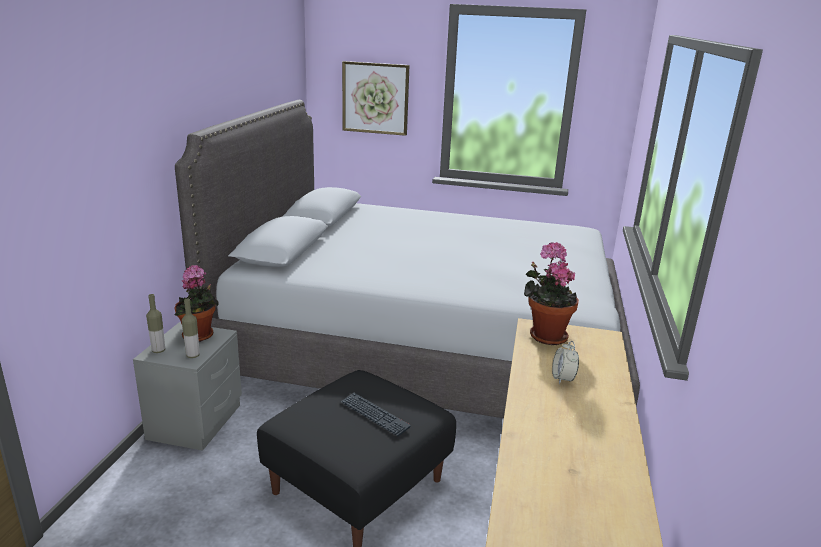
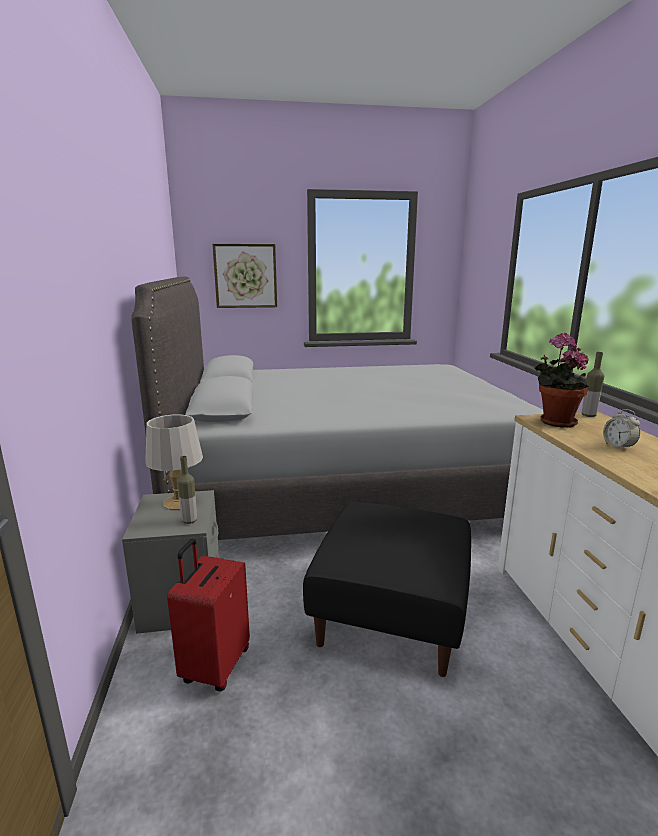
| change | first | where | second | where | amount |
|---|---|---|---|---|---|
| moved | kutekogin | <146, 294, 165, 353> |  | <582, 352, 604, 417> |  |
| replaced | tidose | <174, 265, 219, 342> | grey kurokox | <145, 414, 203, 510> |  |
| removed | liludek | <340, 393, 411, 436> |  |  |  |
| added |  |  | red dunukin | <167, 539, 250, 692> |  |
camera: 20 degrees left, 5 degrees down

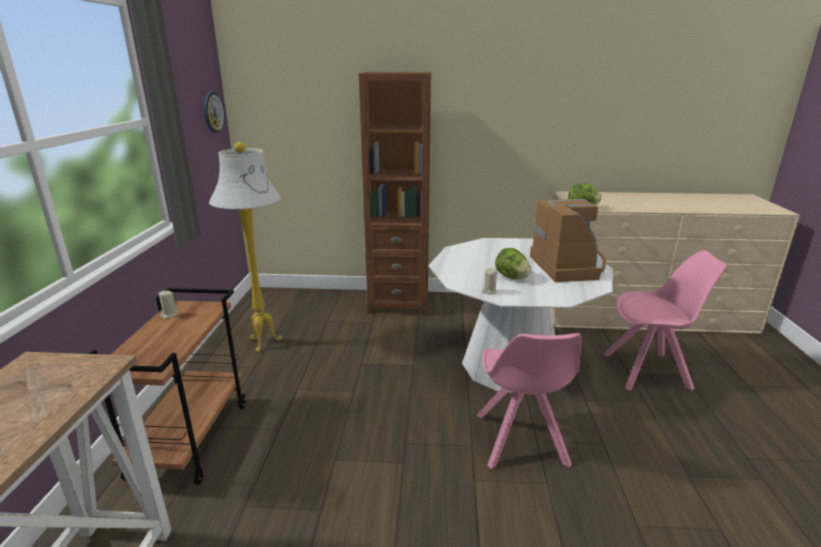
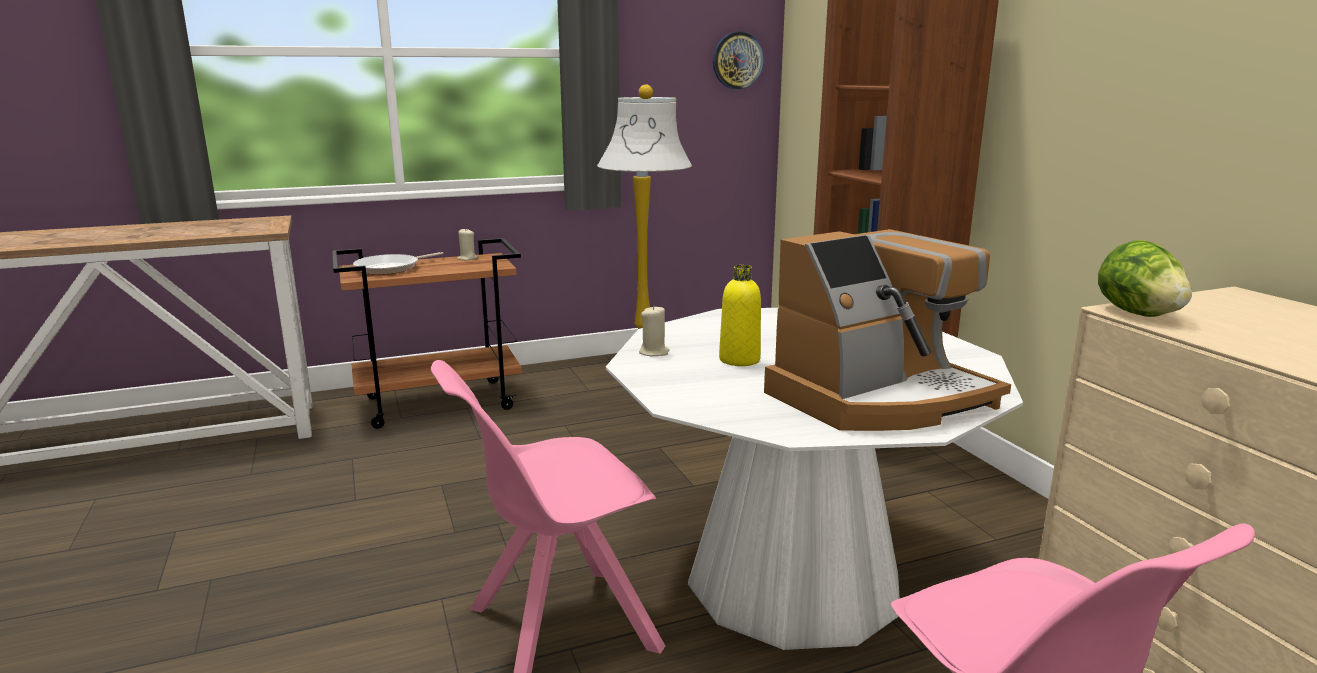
| change | first | where | second | where | amount |
|---|---|---|---|---|---|
| replaced | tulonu | <495, 248, 532, 279> | yellow kutekogin | <719, 265, 761, 366> |  |
| added |  |  | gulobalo | <353, 252, 444, 275> |  |
camera: 65 degrees right, 5 degrees down

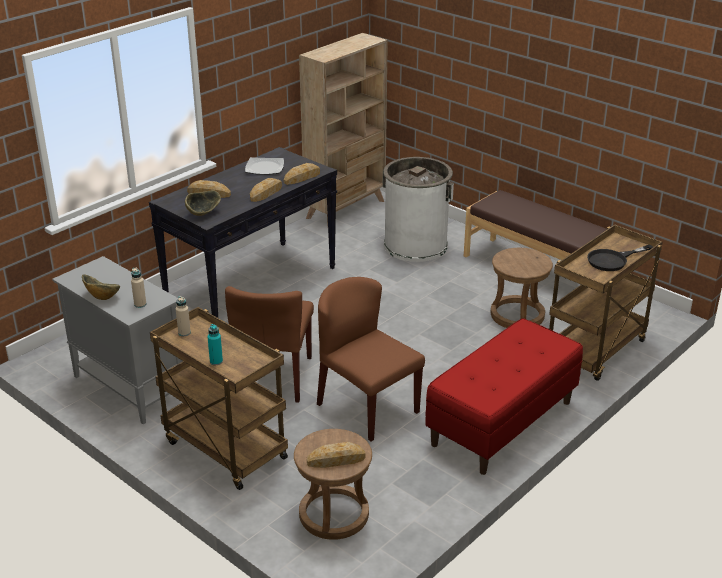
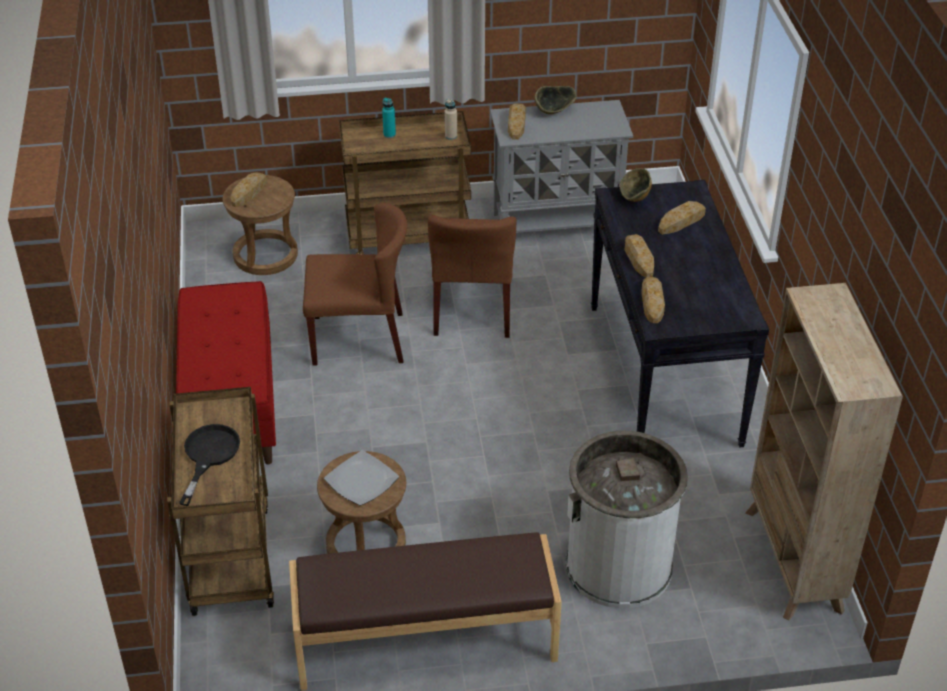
| change | first | where | second | where | amount |
|---|---|---|---|---|---|
| replaced | beige kutekogin | <131, 268, 146, 308> | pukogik | <508, 104, 526, 140> |  |
| turned | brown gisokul | <225, 286, 314, 403> |  | <428, 215, 517, 338> | 135 degrees counterclockwise |
| moved | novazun | <245, 157, 284, 175> |  | <324, 450, 399, 506> |  |
camera: 130 degrees right, 10 degrees up

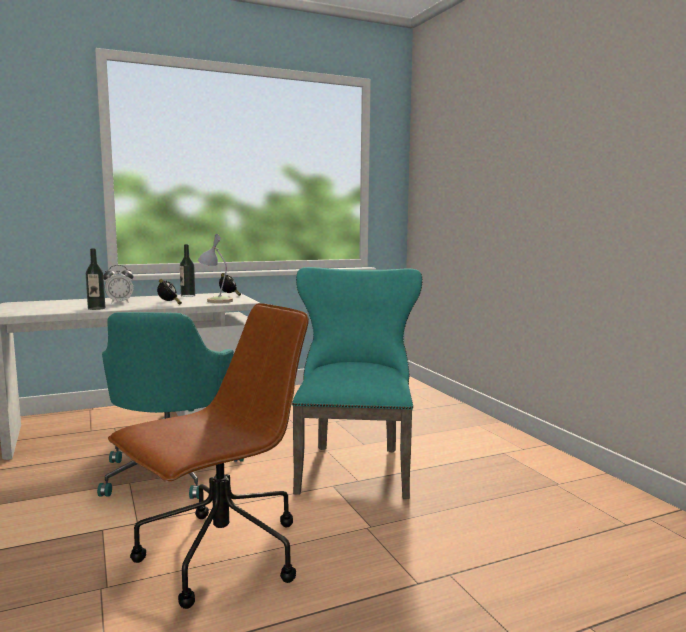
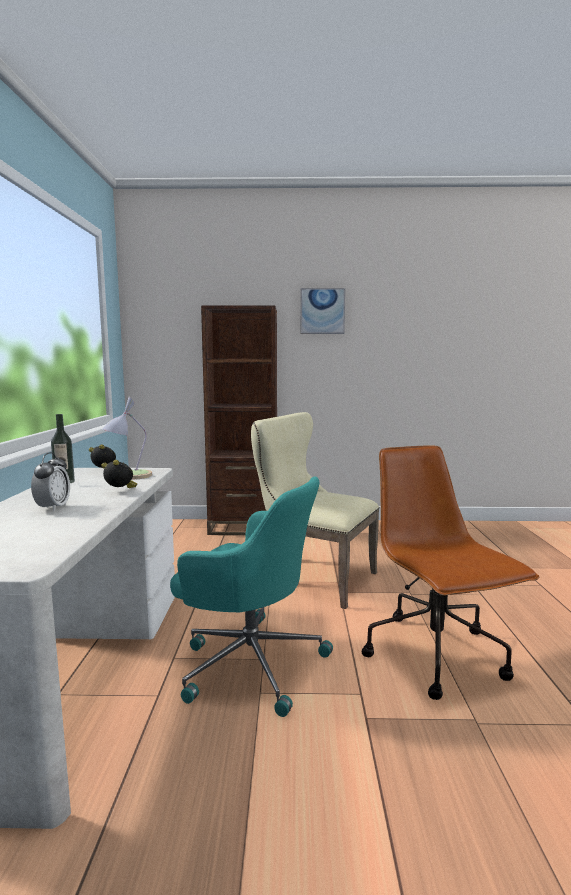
| change | first | where | second | where | amount |
|---|---|---|---|---|---|
| removed | kutekogin | <86, 249, 105, 310> |  |  |  |
| recoloured | turquoise gisokul | <292, 267, 422, 499> | beige gisokul | <251, 412, 380, 609> |  |
| added |  |  | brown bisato | <201, 305, 277, 535> |  |
| added |  |  | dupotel | <300, 288, 345, 334> |  |
camera: 65 degrees left, 0 degrees up

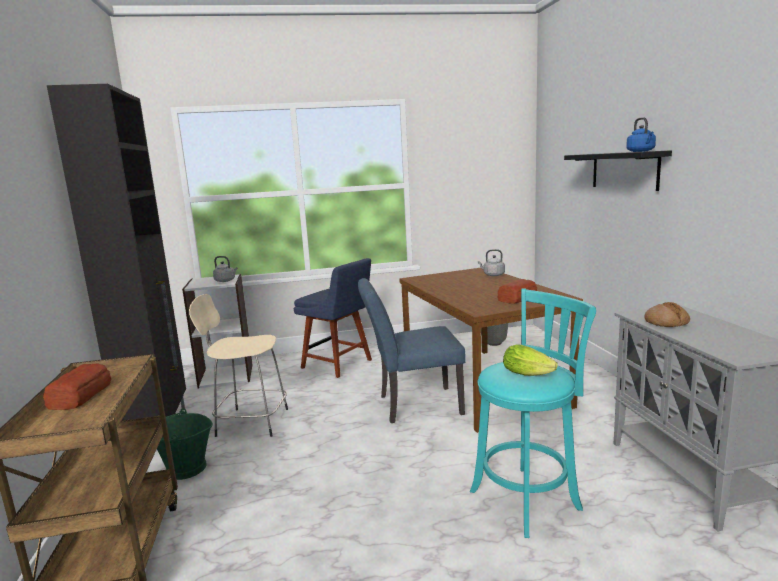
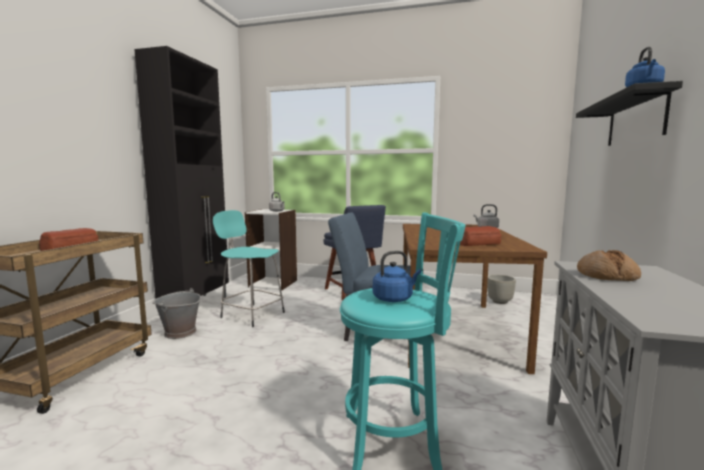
| change | first | where | second | where | amount |
|---|---|---|---|---|---|
| recoloured | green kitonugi | <157, 408, 213, 480> | grey kitonugi | <153, 288, 201, 339> |  |
| recoloured | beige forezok | <189, 294, 288, 437> | turquoise forezok | <213, 210, 285, 327> |  |
| replaced | tulonu | <503, 344, 558, 376> | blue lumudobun | <373, 251, 421, 302> |  |
camera: 25 degrees right, 5 degrees down

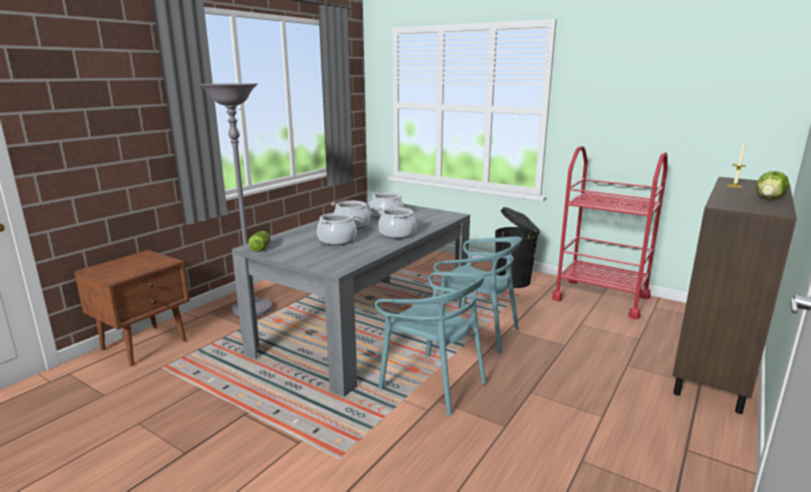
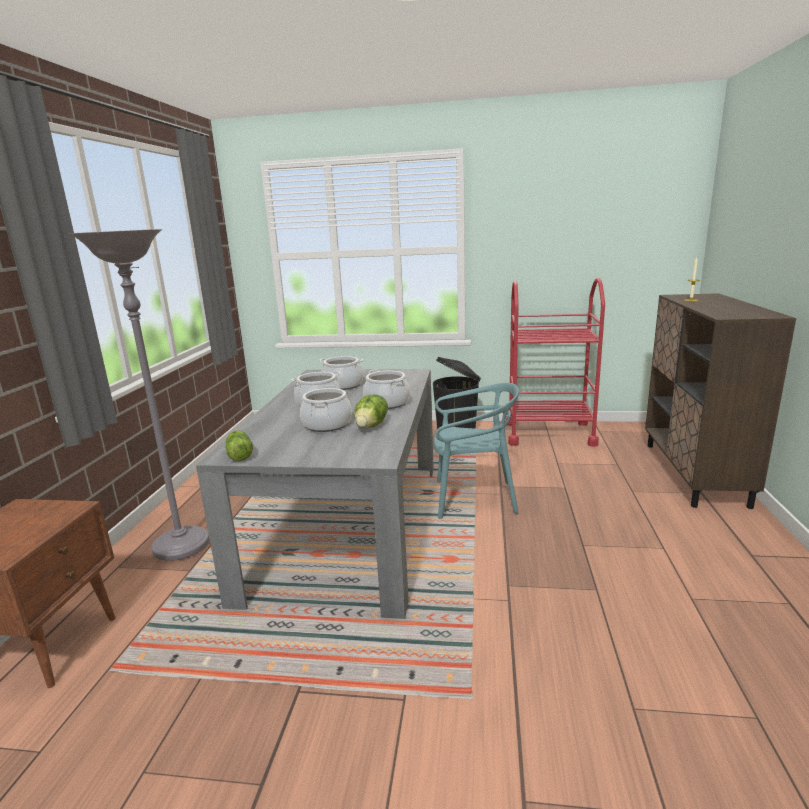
| change | first | where | second | where | amount |
|---|---|---|---|---|---|
| removed | turquoise gisokul | <375, 271, 486, 416> |  |  |  |
| moved | tulonu | <756, 171, 789, 199> |  | <354, 395, 388, 428> |  |
camera: 25 degrees left, 0 degrees up

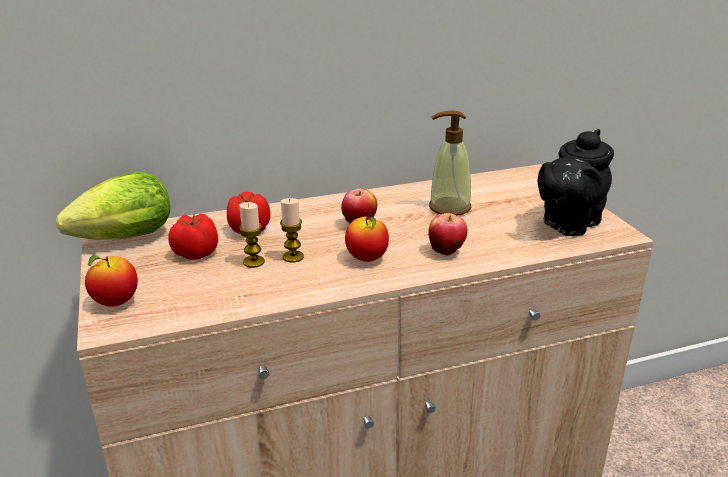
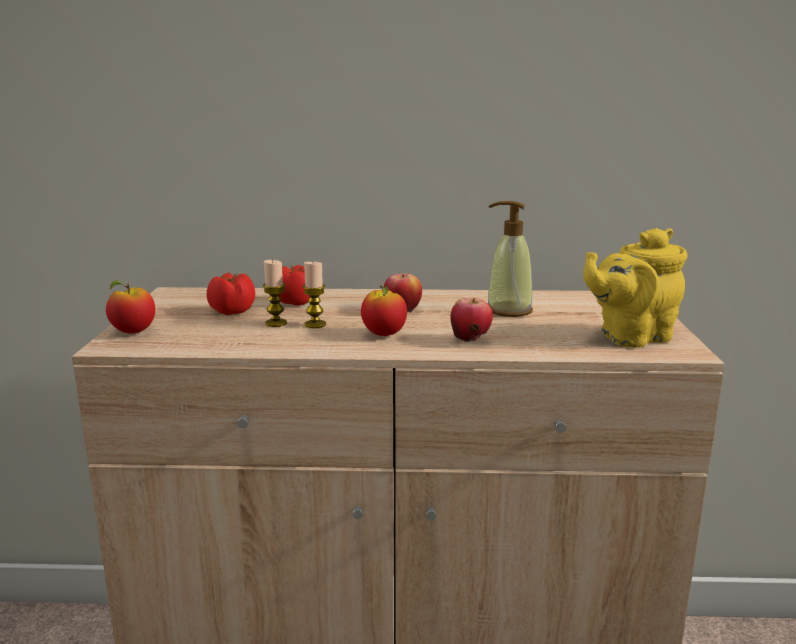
| change | first | where | second | where | amount |
|---|---|---|---|---|---|
| removed | tulonu | <56, 172, 170, 240> |  |  |  |
| recoloured | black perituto | <538, 129, 614, 236> | yellow perituto | <583, 228, 687, 348> |  |
camera: 20 degrees right, 10 degrees down

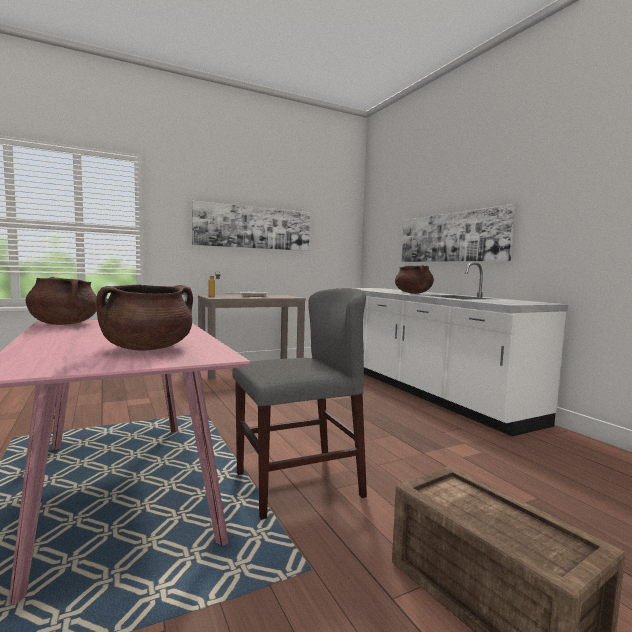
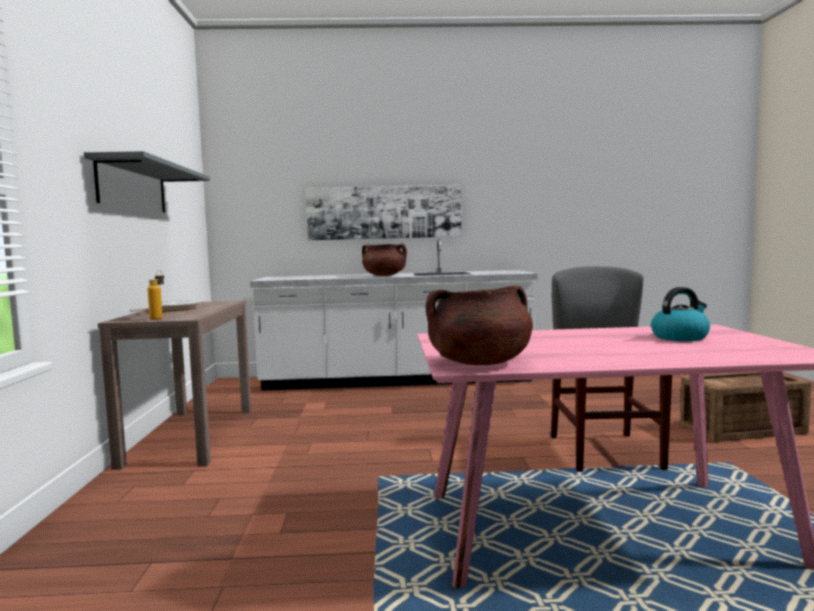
| change | first | where | second | where | amount |
|---|---|---|---|---|---|
| replaced | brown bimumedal | <96, 285, 193, 350> | lumudobun | <651, 287, 710, 341> |  |
| replaced | dupotel | <192, 201, 310, 251> | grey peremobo | <84, 151, 210, 212> |  |
camera: 65 degrees left, 0 degrees up

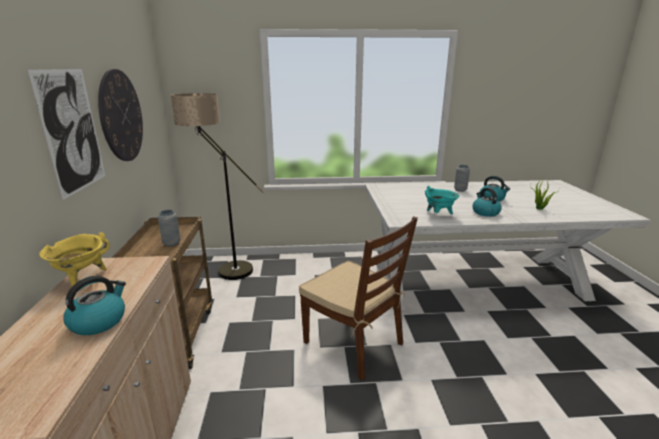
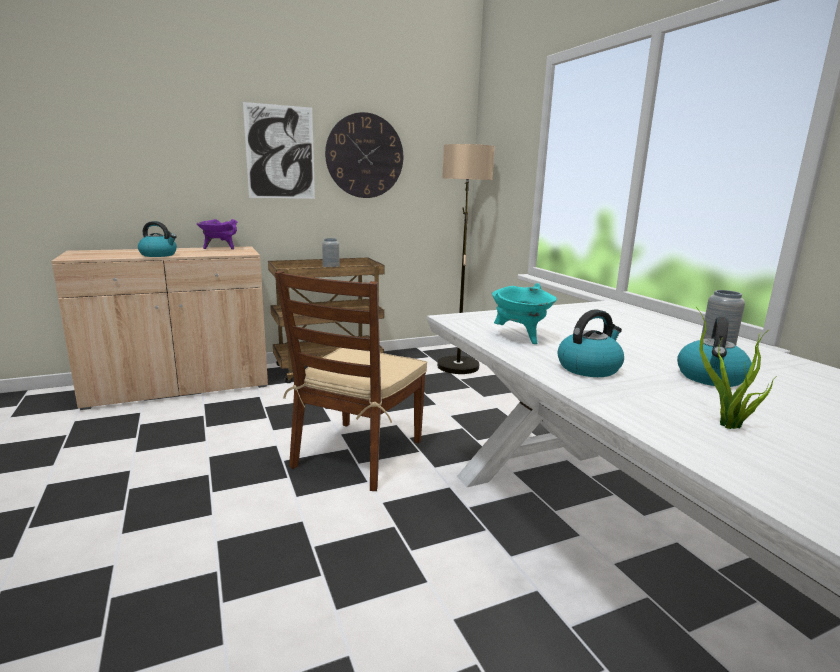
| change | first | where | second | where | amount |
|---|---|---|---|---|---|
| recoloured | yellow bimumedal | <39, 232, 110, 286> | purple bimumedal | <197, 219, 237, 250> |  |
camera: 70 degrees right, 5 degrees down

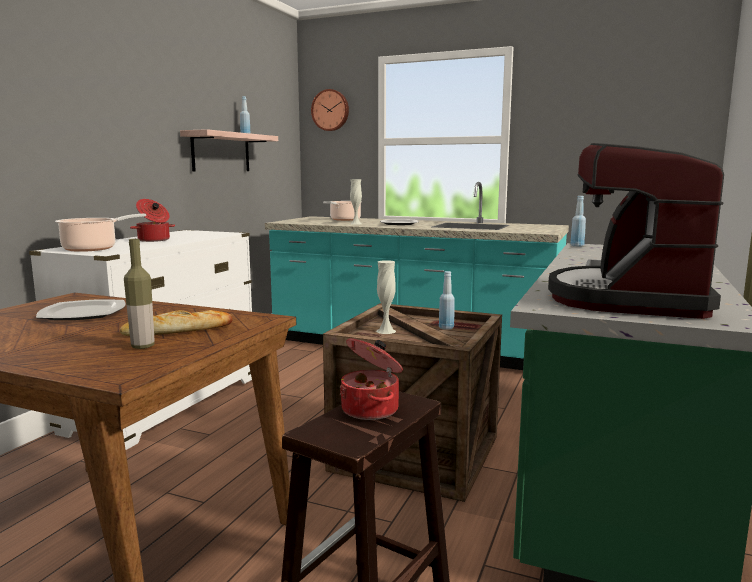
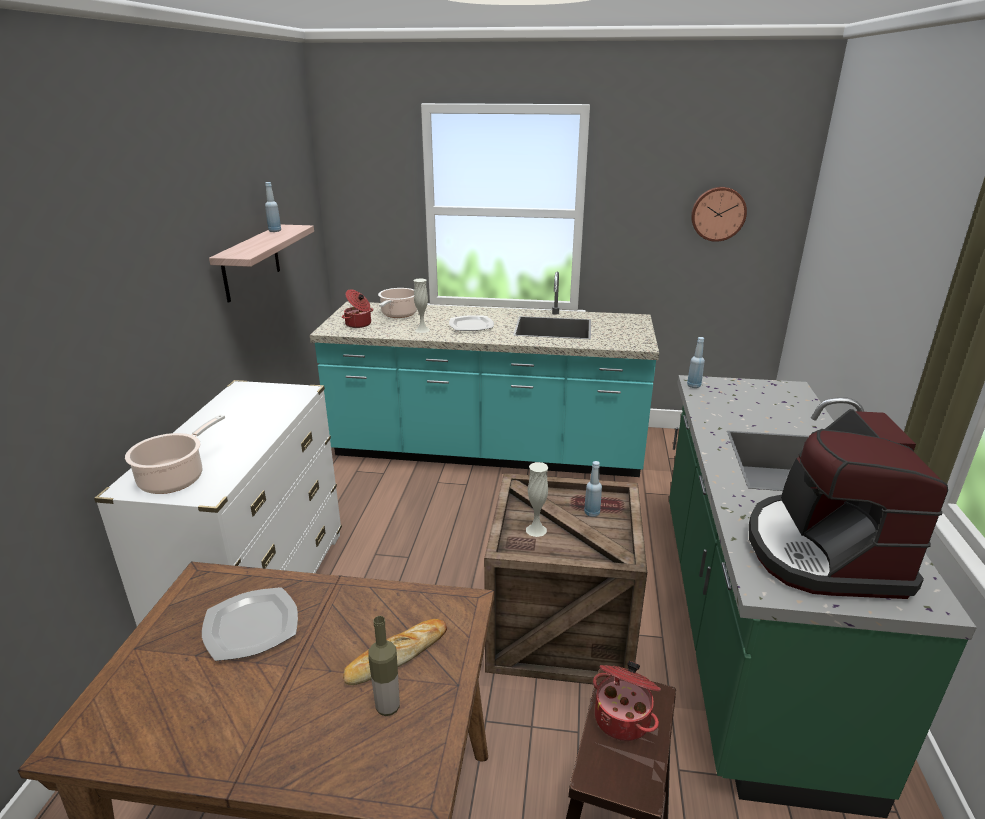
| change | first | where | second | where | amount |
|---|---|---|---|---|---|
| moved | bimumedal | <130, 199, 175, 242> |  | <342, 289, 373, 328> |  |
| moved | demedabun | <311, 89, 349, 131> |  | <691, 187, 747, 242> |  |
camera: 15 degrees left, 15 degrees up

